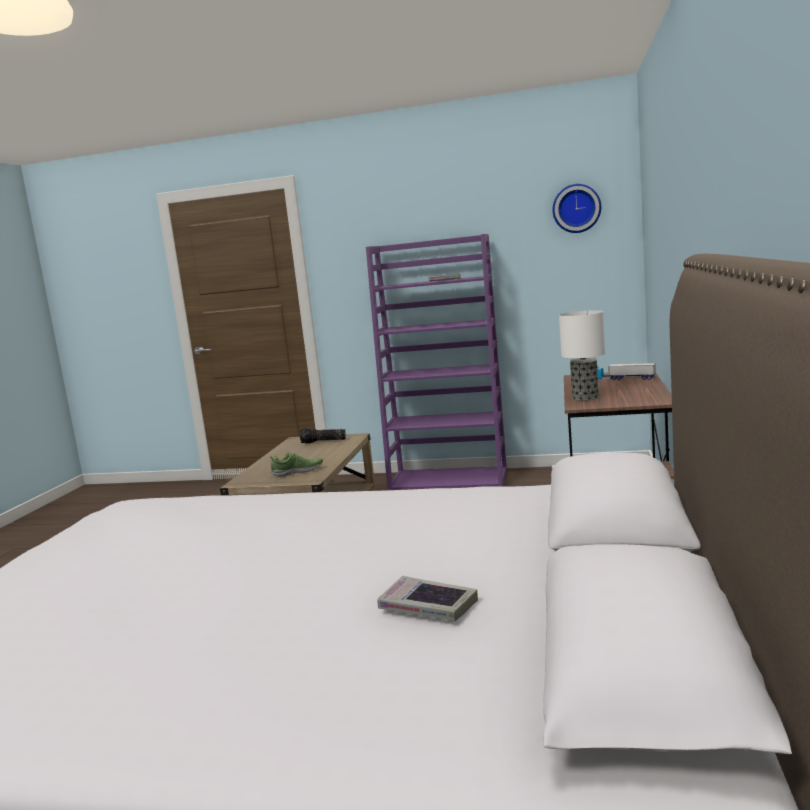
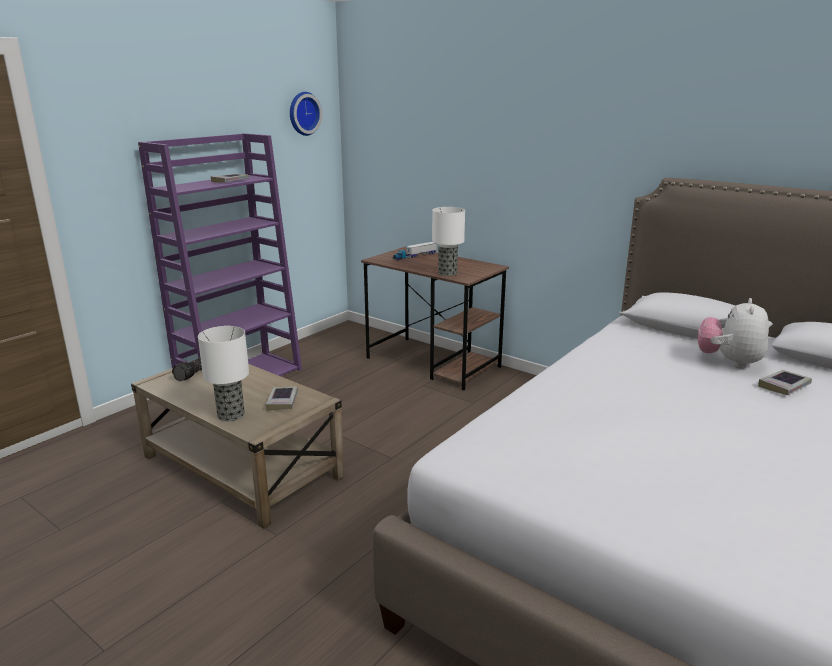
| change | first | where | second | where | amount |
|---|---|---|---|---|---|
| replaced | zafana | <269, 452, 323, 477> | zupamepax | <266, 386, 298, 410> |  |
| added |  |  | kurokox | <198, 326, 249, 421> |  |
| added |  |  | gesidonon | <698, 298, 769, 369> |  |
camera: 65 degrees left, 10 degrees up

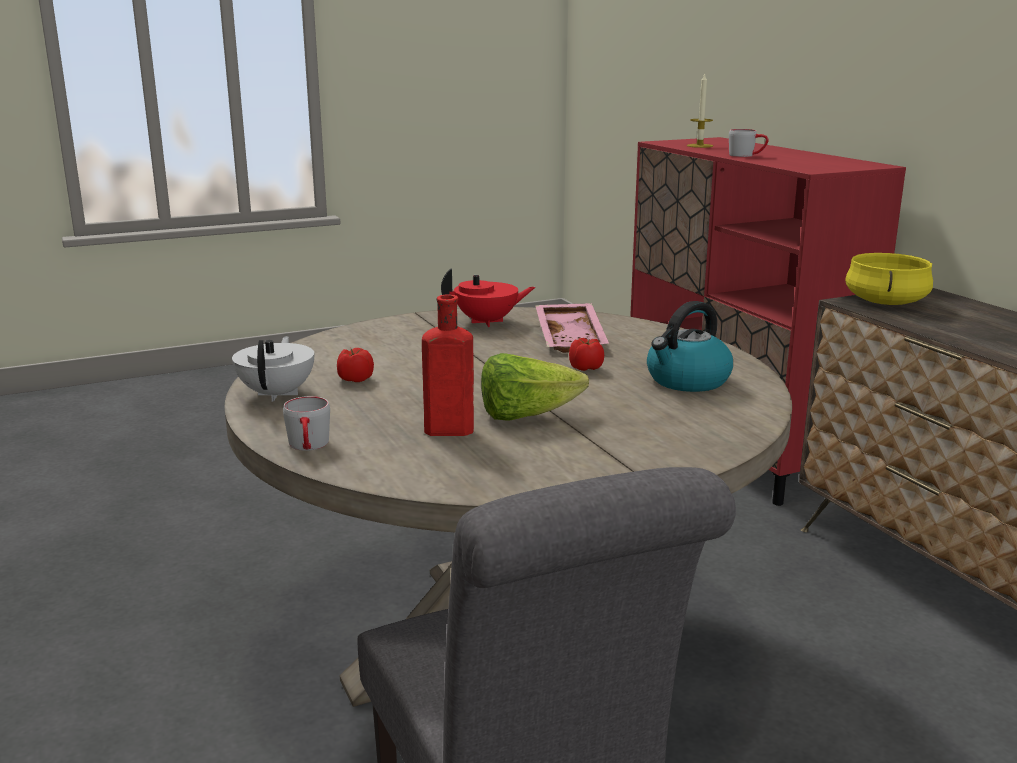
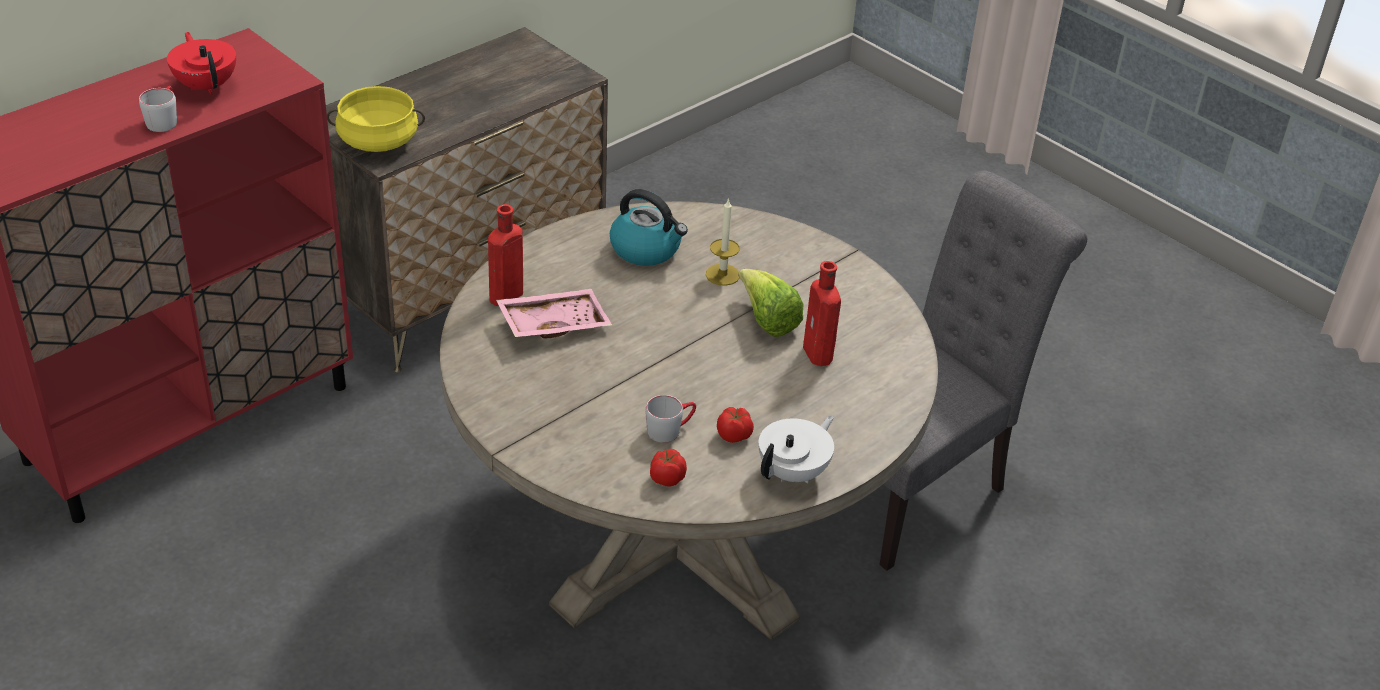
| change | first | where | second | where | amount |
|---|---|---|---|---|---|
| turned | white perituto | <232, 336, 314, 401> |  | <758, 415, 834, 483> | 150 degrees clockwise |
| moved | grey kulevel | <283, 396, 330, 451> |  | <645, 395, 696, 443> |  |
| moved | red perituto | <441, 268, 536, 327> |  | <167, 32, 236, 94> |  |
| moved | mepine | <569, 338, 604, 371> |  | <650, 449, 687, 486> |  |
| moved | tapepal | <687, 73, 713, 148> |  | <706, 198, 740, 286> |  |
| added |  |  | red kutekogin | <488, 204, 523, 306> |  |
camera: 110 degrees left, 20 degrees up

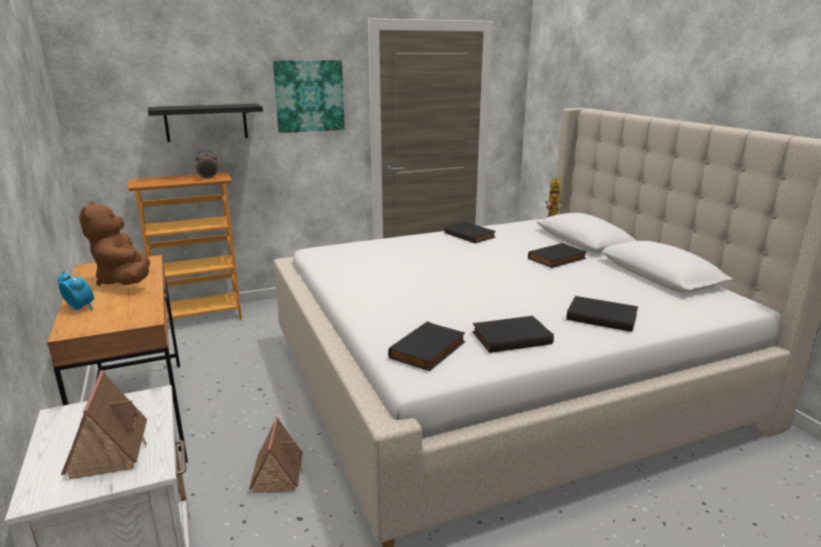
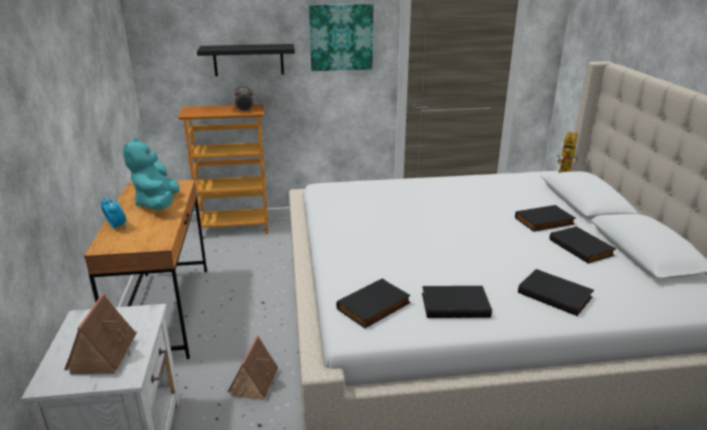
| change | first | where | second | where | amount |
|---|---|---|---|---|---|
| recoloured | brown gesidonon | <79, 202, 150, 286> | turquoise gesidonon | <123, 138, 180, 210> |  |
| moved | black zupamepax | <445, 222, 496, 244> |  | <549, 226, 616, 264> |  |
camera: 15 degrees right, 5 degrees up

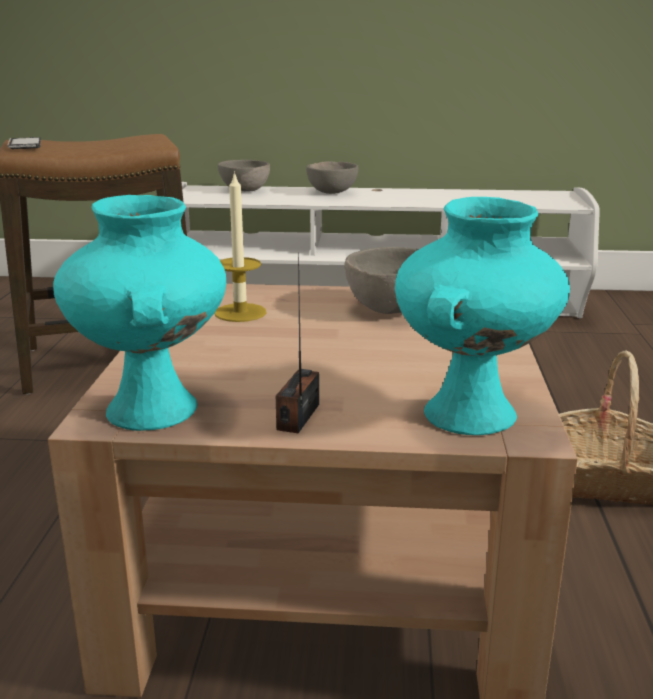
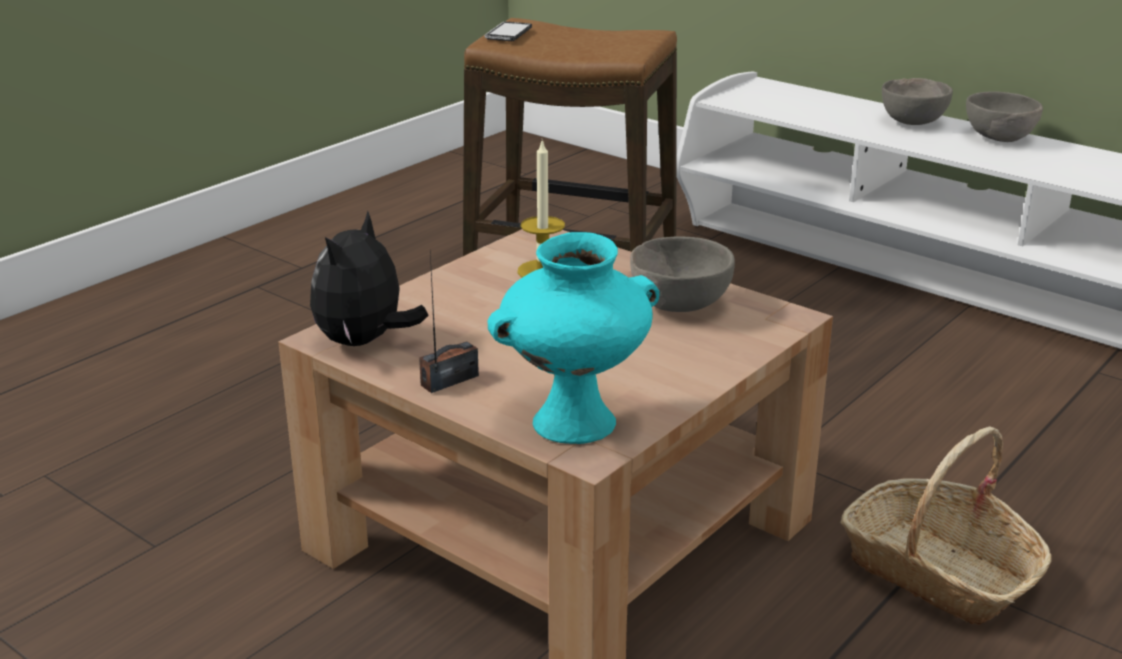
| change | first | where | second | where | amount |
|---|---|---|---|---|---|
| replaced | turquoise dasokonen | <53, 195, 226, 431> | gesidonon | <310, 211, 429, 346> |  |
| moved | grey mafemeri | <218, 160, 270, 191> |  | <966, 91, 1043, 142> |  |
camera: 35 degrees right, 5 degrees up

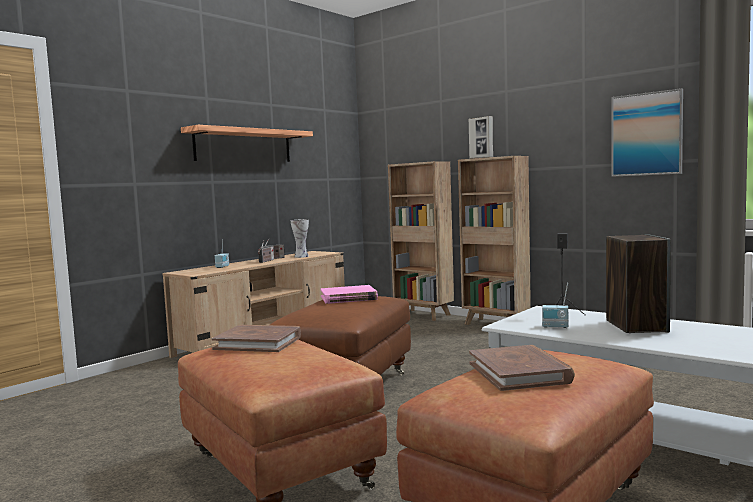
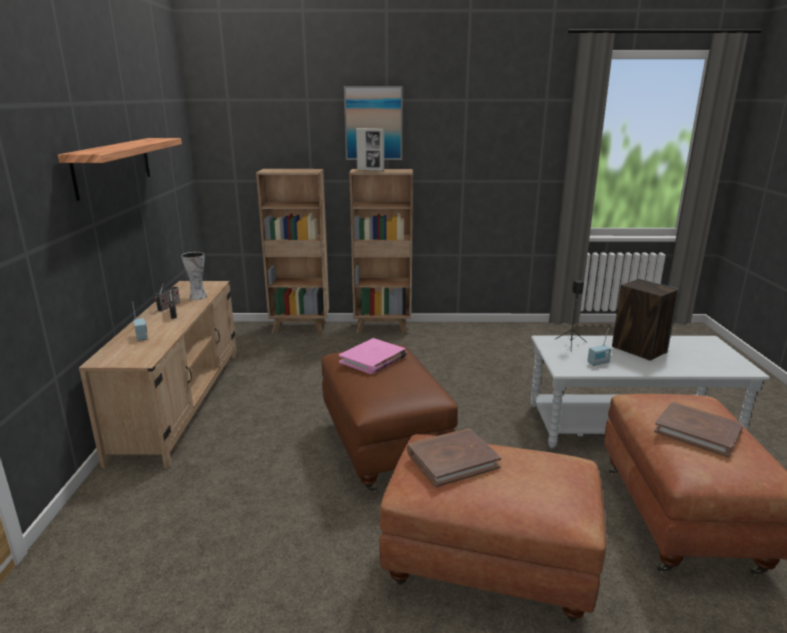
| change | first | where | second | where | amount |
|---|---|---|---|---|---|
| moved | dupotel | <611, 88, 683, 177> |  | <344, 86, 403, 160> |  |
camera: 40 degrees left, 15 degrees up

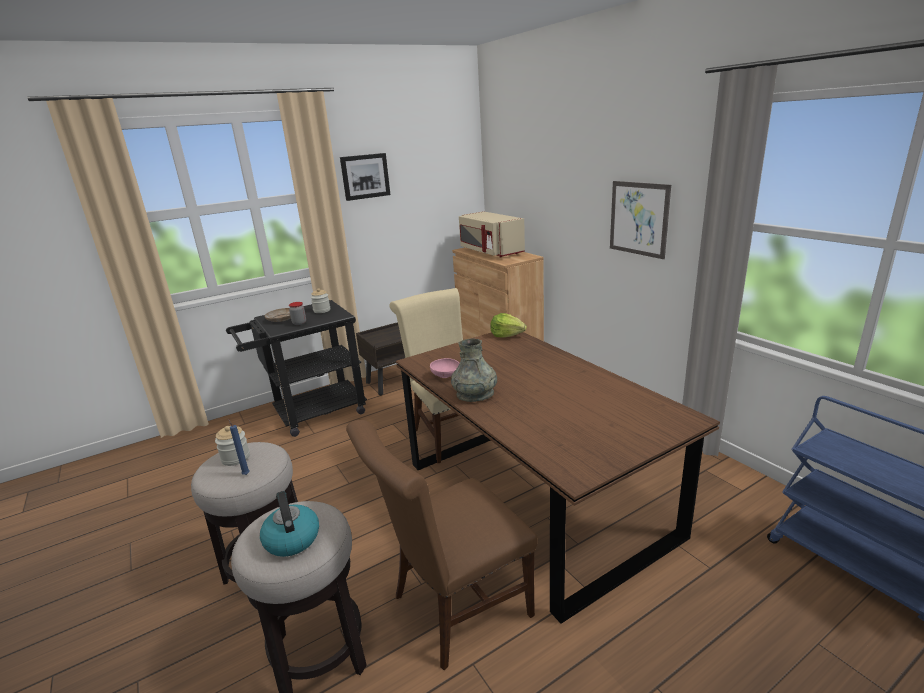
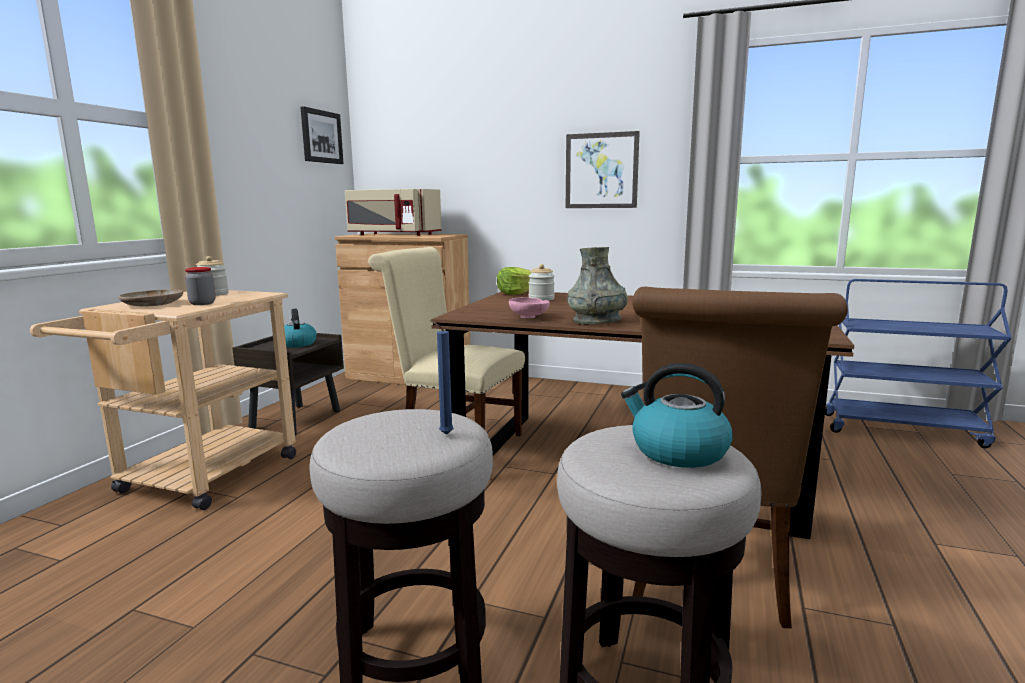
| change | first | where | second | where | amount |
|---|---|---|---|---|---|
| moved | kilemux | <215, 426, 250, 466> |  | <529, 264, 555, 301> |  |
| recoloured | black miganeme | <226, 300, 367, 437> | beige miganeme | <30, 290, 296, 510> |  |
| moved | dupotel | <340, 153, 390, 201> |  | <300, 106, 344, 164> |  |
| added |  |  | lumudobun | <284, 309, 317, 347> |  |
camera: 40 degrees left, 10 degrees down

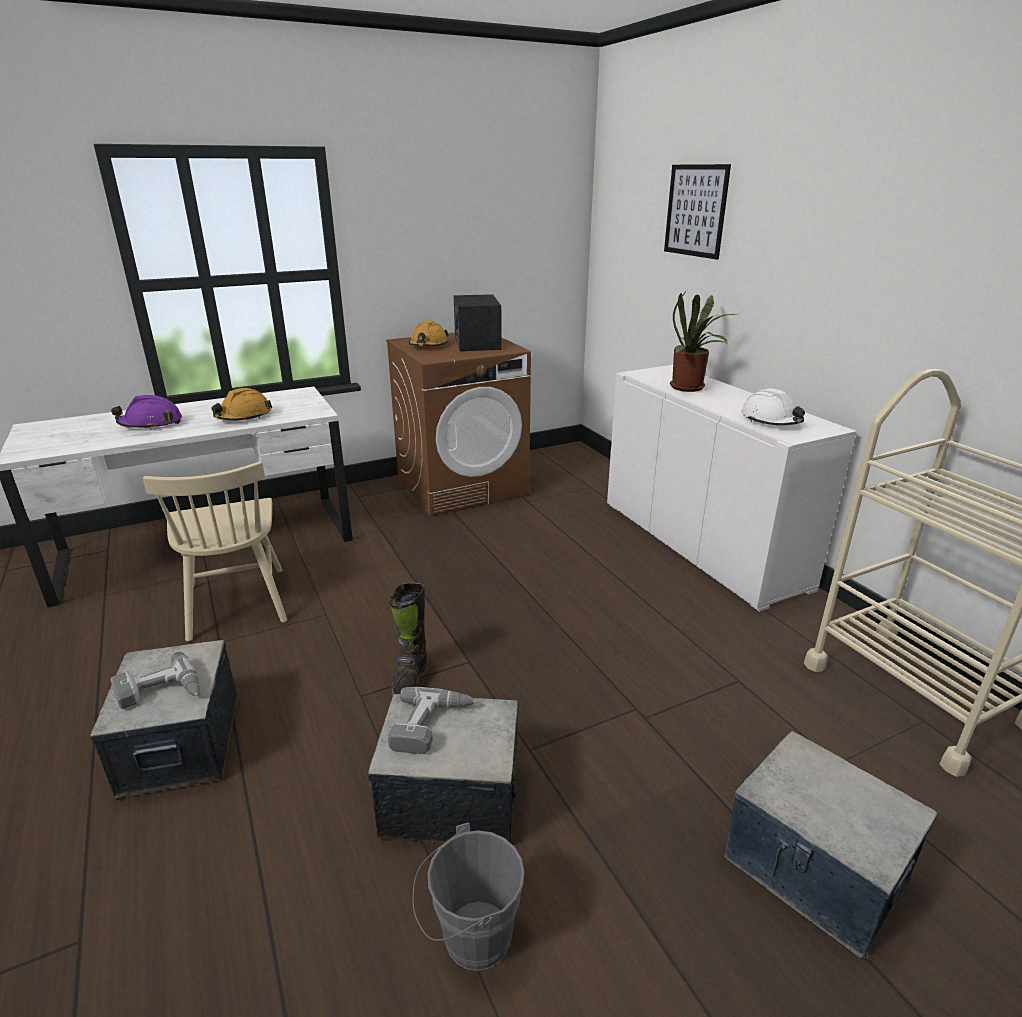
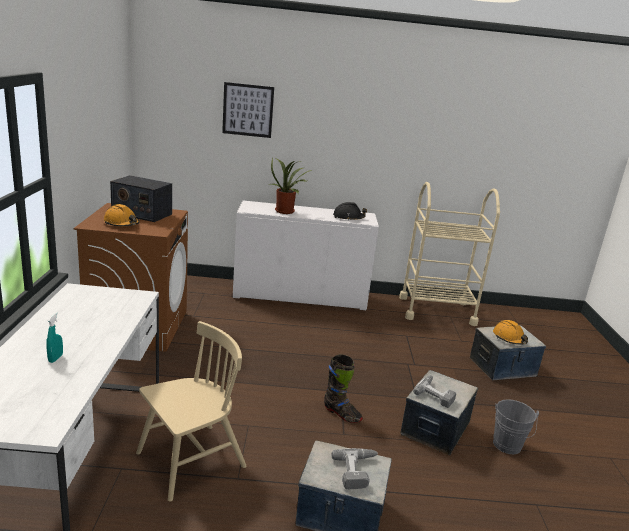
| change | first | where | second | where | amount |
|---|---|---|---|---|---|
| replaced | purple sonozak | <111, 395, 182, 429> | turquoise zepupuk | <46, 313, 63, 363> |  |
| turned | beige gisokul | <143, 461, 287, 641> |  | <136, 321, 247, 502> | 45 degrees counterclockwise |
| moved | orange sonozak | <211, 388, 272, 420> |  | <493, 320, 528, 345> |  |
| recoloured | white sonozak | <741, 389, 805, 425> | black sonozak | <333, 202, 367, 221> |  |
camera: 65 degrees left, 5 degrees down

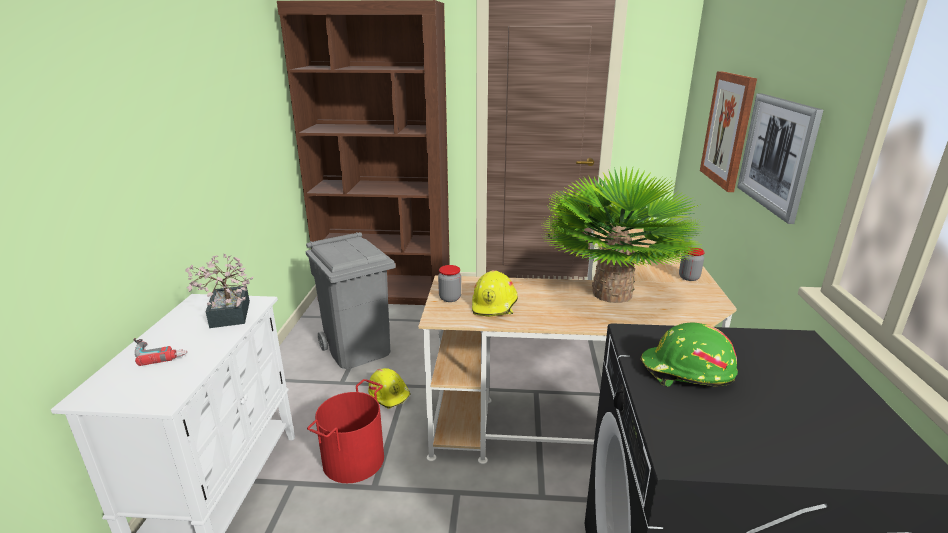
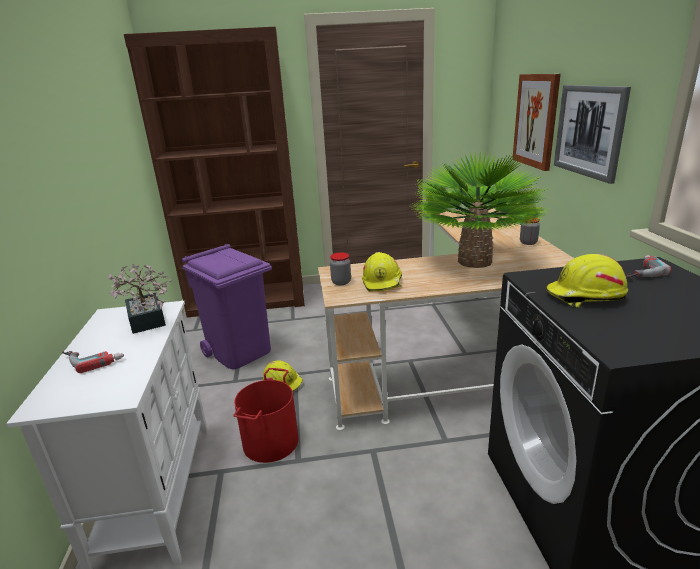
| change | first | where | second | where | amount |
|---|---|---|---|---|---|
| recoloured | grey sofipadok | <306, 232, 396, 369> | purple sofipadok | <182, 244, 272, 369> |  |
| recoloured | green sonozak | <640, 323, 738, 386> | yellow sonozak | <546, 254, 628, 308> |  |
| added |  |  | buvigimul | <626, 255, 671, 278> |  |
camera: 10 degrees left, 0 degrees up

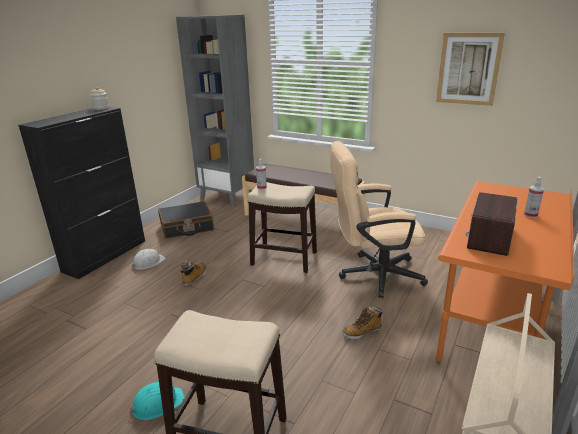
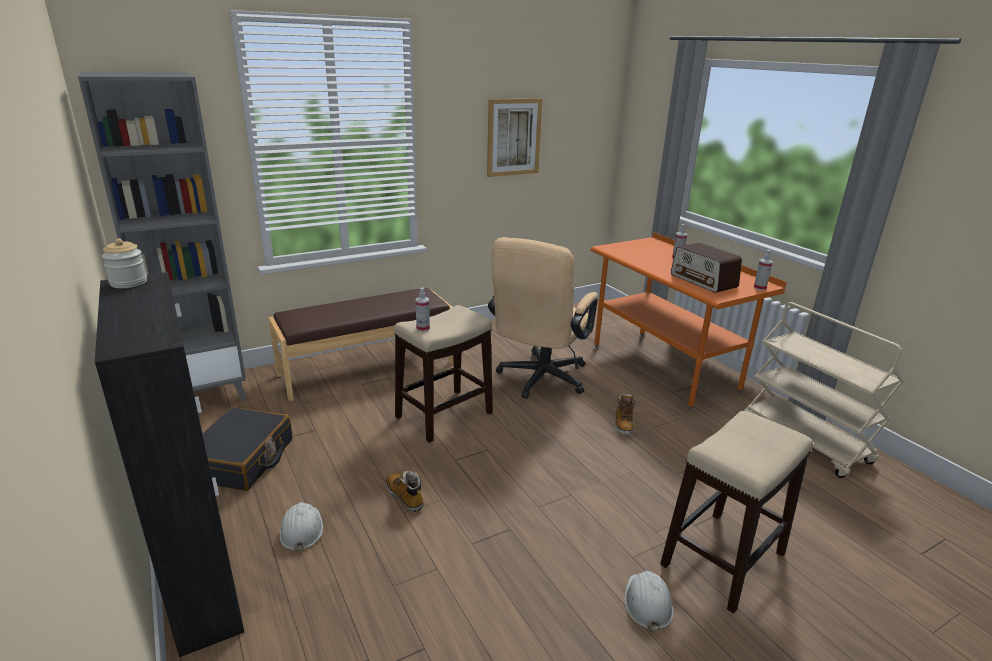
| change | first | where | second | where | amount |
|---|---|---|---|---|---|
| recoloured | turquoise sonozak | <129, 382, 185, 420> | white sonozak | <624, 570, 674, 632> |  |
| added |  |  | zepupuk | <754, 250, 773, 291> |  |
camera: 60 degrees left, 0 degrees up

